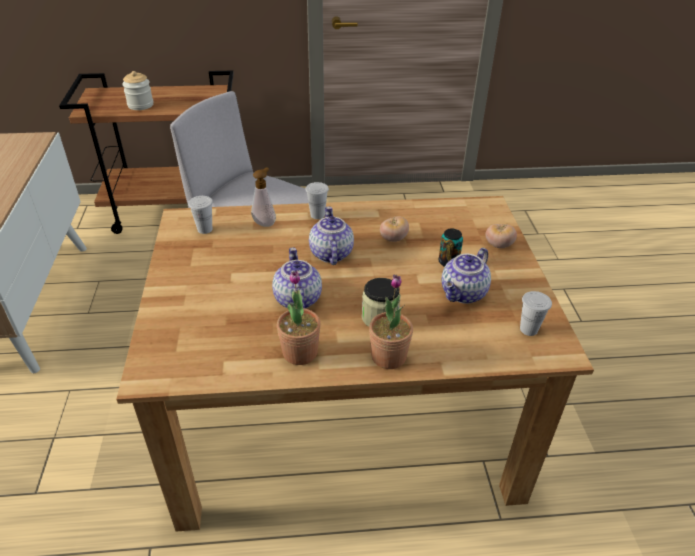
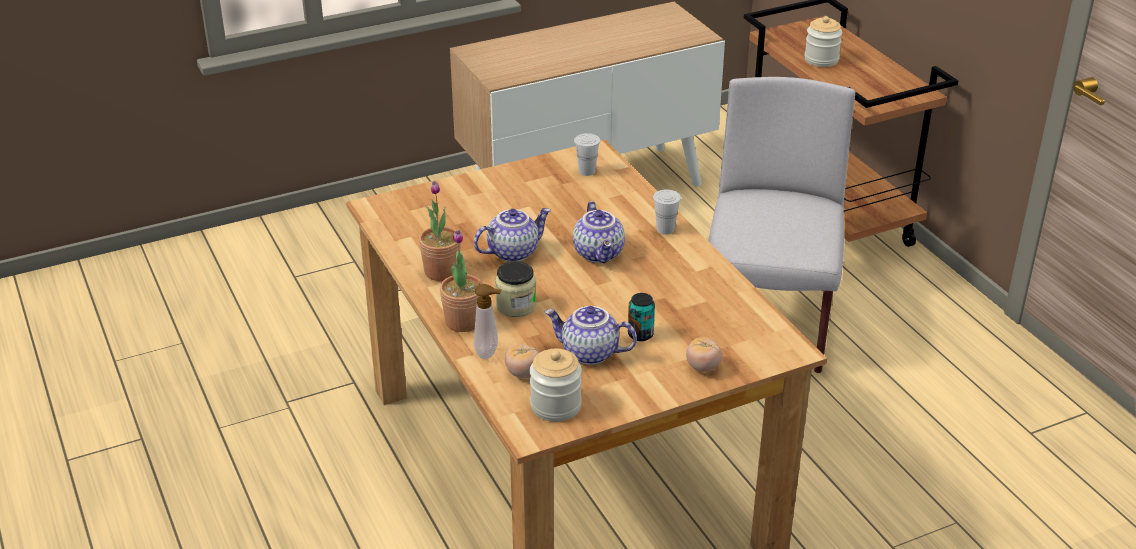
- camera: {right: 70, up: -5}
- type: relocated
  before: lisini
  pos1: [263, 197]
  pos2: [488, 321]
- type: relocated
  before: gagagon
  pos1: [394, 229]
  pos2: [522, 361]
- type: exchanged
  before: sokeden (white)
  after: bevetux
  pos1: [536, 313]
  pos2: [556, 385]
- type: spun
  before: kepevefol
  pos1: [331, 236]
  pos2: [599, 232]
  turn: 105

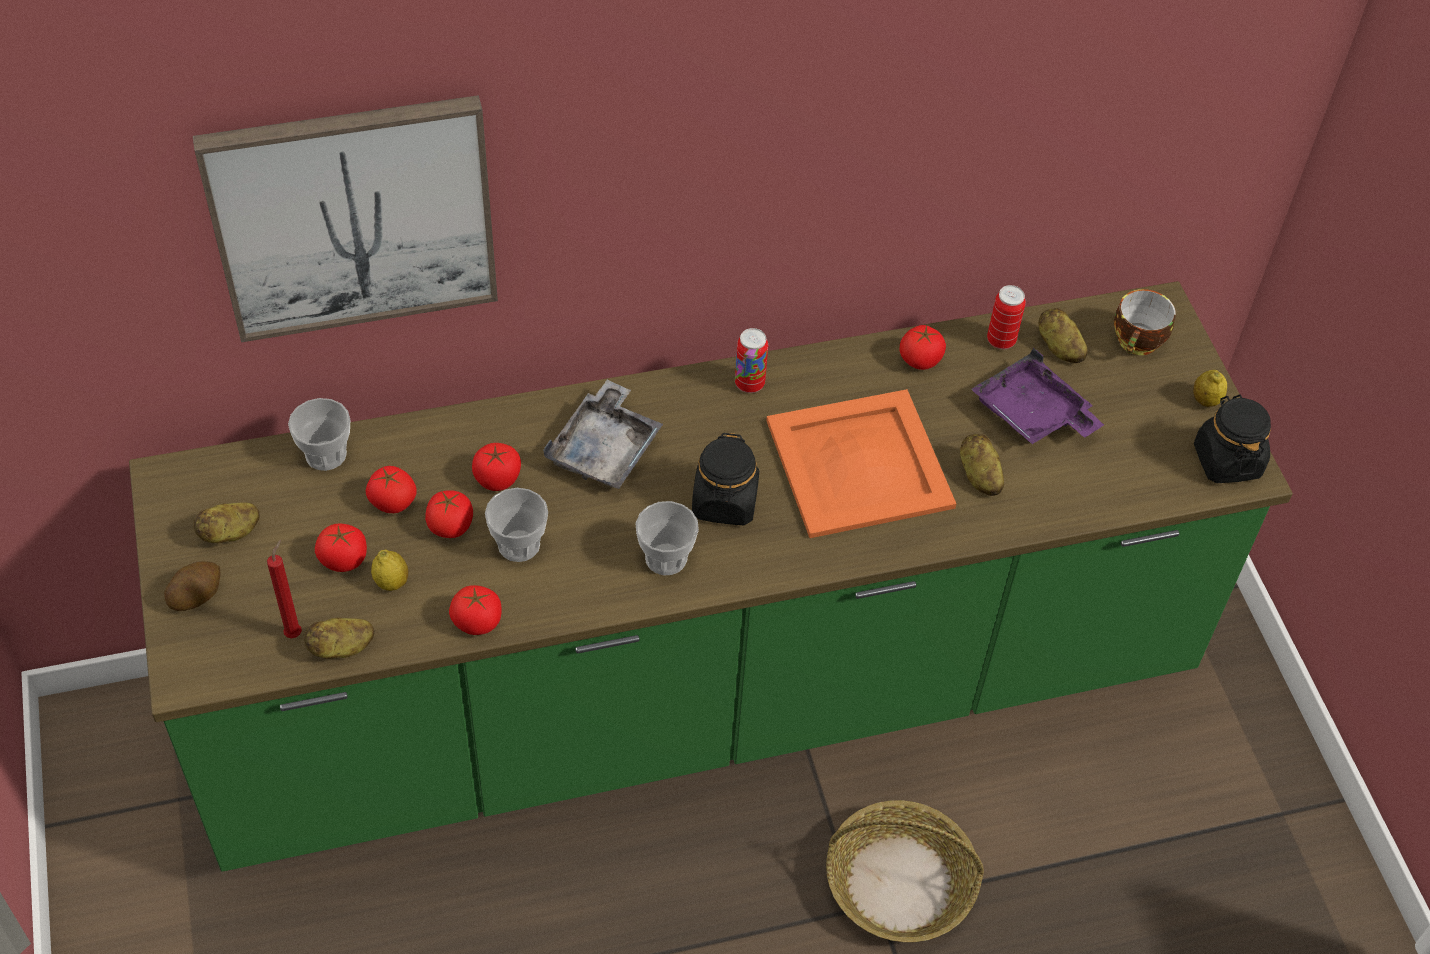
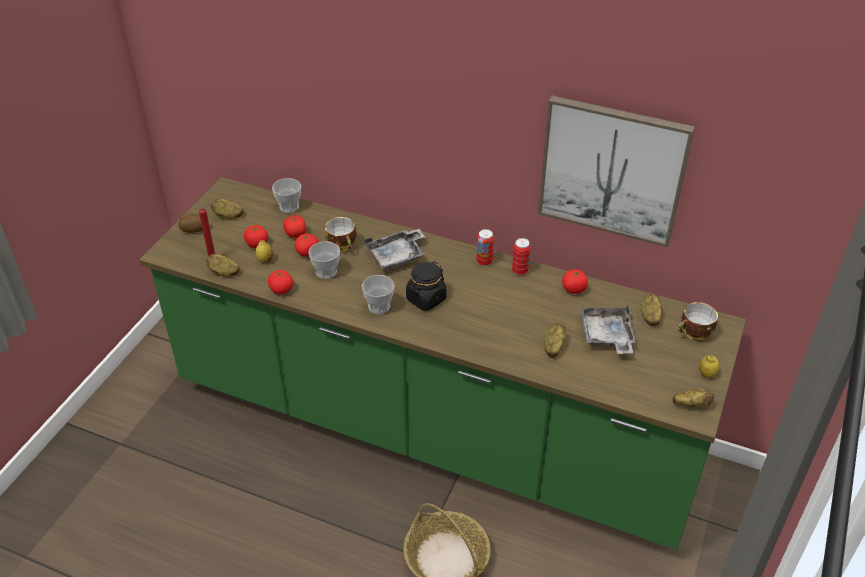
- camera: {right: 40, up: -10}
- type: exchanged
  before: gagagon
  after: sokeden
  pos1: [496, 467]
  pos2: [340, 234]
- type: relocated
  before: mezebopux
  pos1: [1006, 317]
  pos2: [521, 256]
- type: relocated
  before: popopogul
  pos1: [345, 218]
  pos2: [616, 171]
- type: colour
  before: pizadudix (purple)
  after: pizadudix (grey)
  pos1: [1037, 396]
  pos2: [608, 330]
- type: exchanged
  before: bevetux (black)
  after: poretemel
  pos1: [1232, 438]
  pos2: [693, 397]
- type: missing
  before: pizadudix (orange)
  pos1: [861, 463]

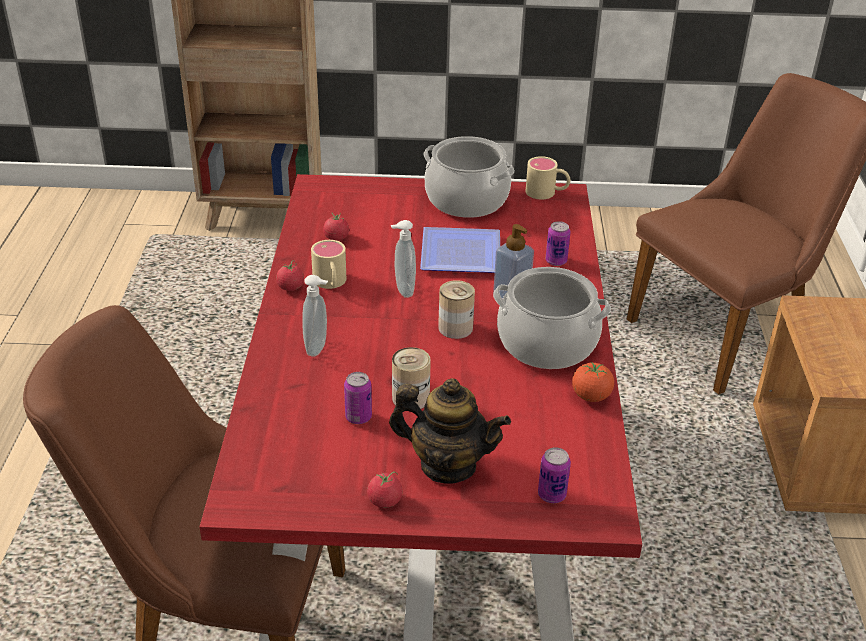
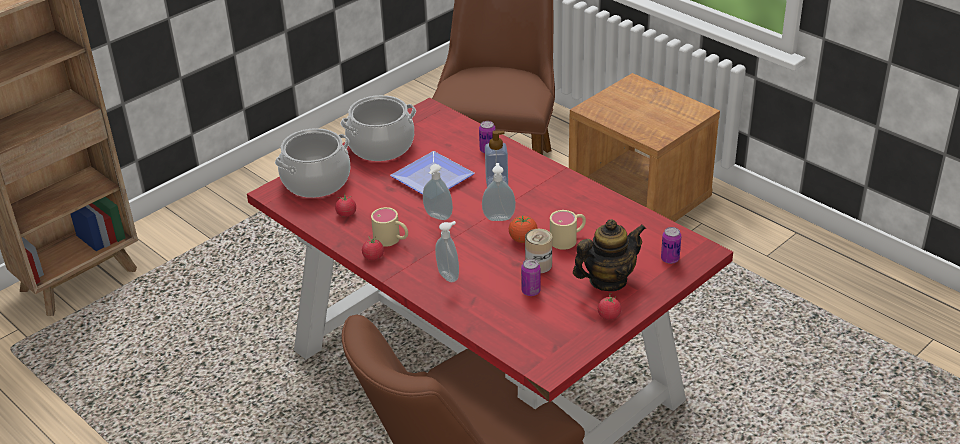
- camera: {right: -45, up: 0}
- type: relocated
  before: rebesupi
  pos1: [552, 318]
  pos2: [312, 163]
- type: exchanged
  before: mezebopux
  after: lisini
  pos1: [456, 309]
  pos2: [499, 192]
- type: relocated
  before: gagagon
  pos1: [593, 382]
  pos2: [523, 229]
- type: relocated
  before: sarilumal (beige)
  pos1: [548, 178]
  pos2: [568, 230]

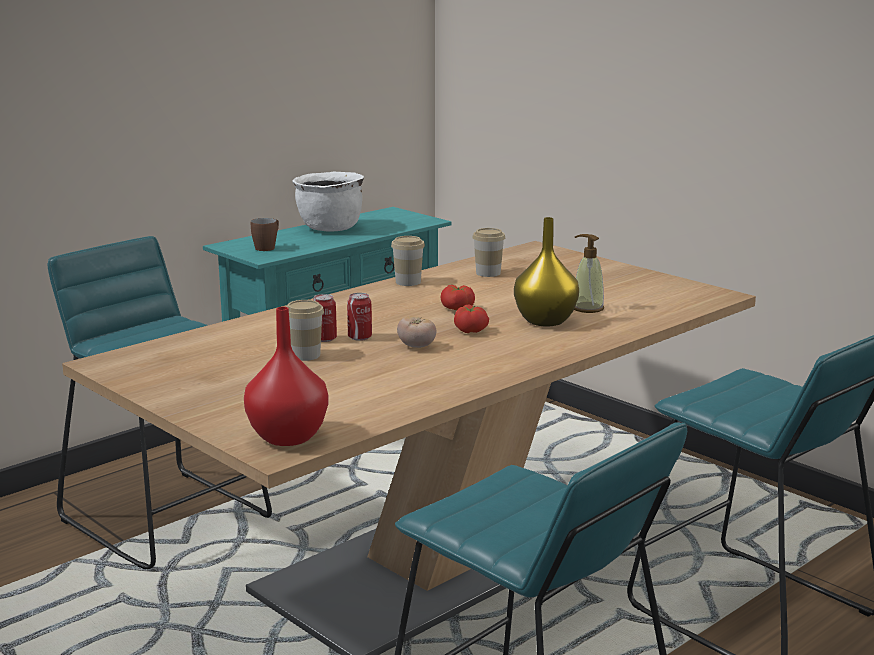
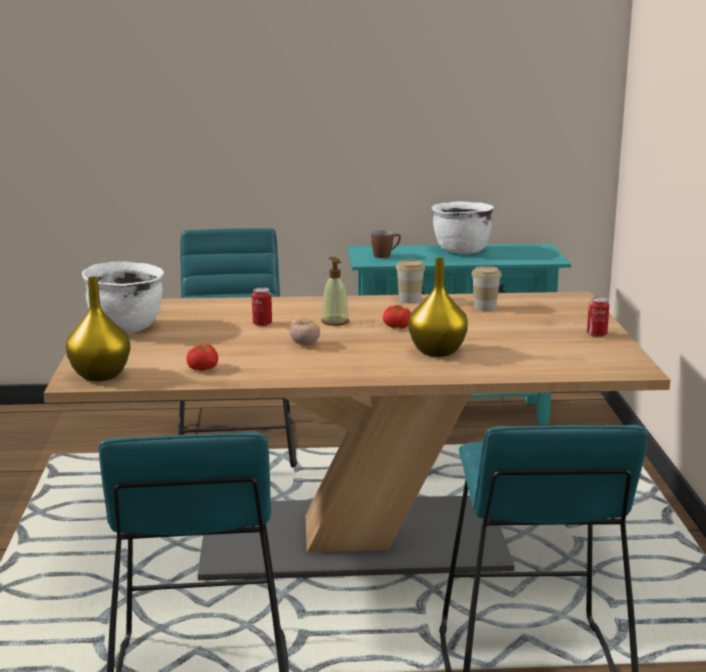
- camera: {right: 40, up: 0}
- type: colour
  before: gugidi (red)
  after: gugidi (yellow)
  pos1: [286, 376]
  pos2: [98, 328]
- type: appeared
  after: rebesupi (white)
  pos2: [123, 297]
- type: relocated
  before: gagagon
  pos1: [471, 319]
  pos2: [202, 357]
- type: relocated
  before: lisini
  pos1: [589, 273]
  pos2: [335, 291]
- type: relocated
  before: mezebopux
  pos1: [359, 317]
  pos2: [598, 317]
- type: missing
  before: sokeden
  pos1: [304, 330]

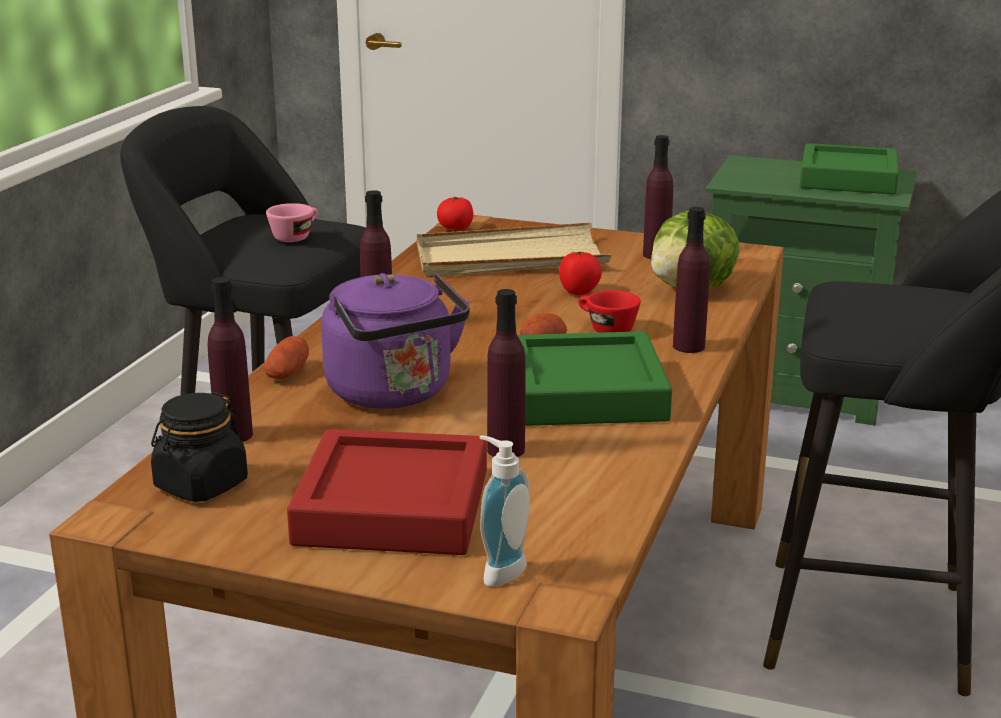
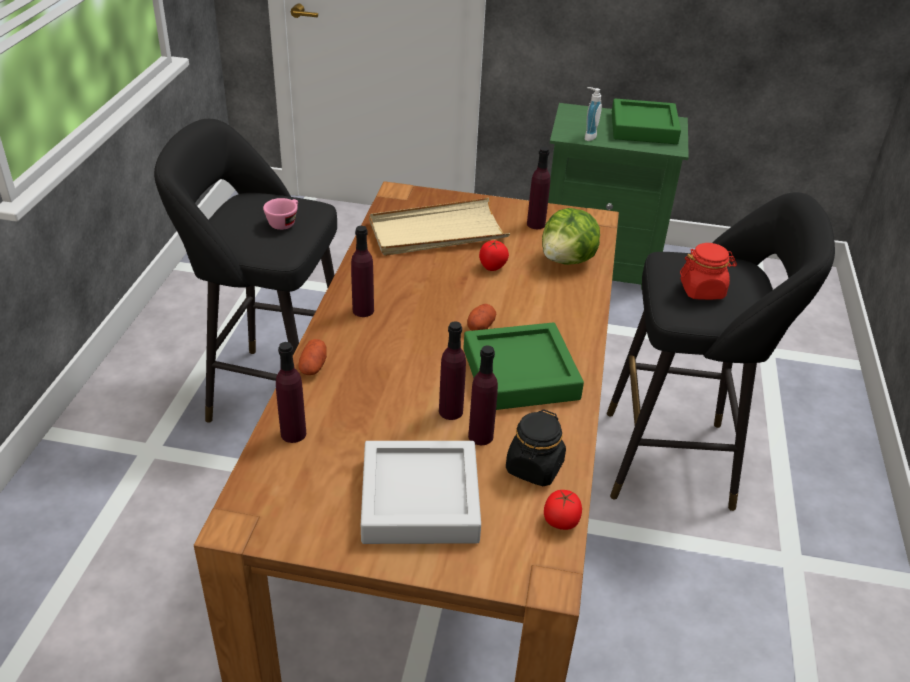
- camera: {right: -10, up: 15}
- type: colour
  before: pizadudix (red)
  after: pizadudix (grey)
  pos1: [387, 492]
  pos2: [421, 492]
- type: relocated
  before: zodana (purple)
  pos1: [691, 280]
  pos2: [452, 370]
- type: relocated
  before: bevetux (black)
  pos1: [199, 447]
  pos2: [536, 447]
- type: relocated
  before: gagagon
  pos1: [455, 213]
  pos2: [563, 510]
- type: relocated
  before: lisini
  pos1: [504, 511]
  pos2: [593, 114]
- type: appeared
  after: bevetux (red)
  pos2: [708, 271]
- type: missing
  before: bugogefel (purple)
  pos1: [395, 341]
- type: missing
  before: sokeden (red)
  pos1: [609, 311]

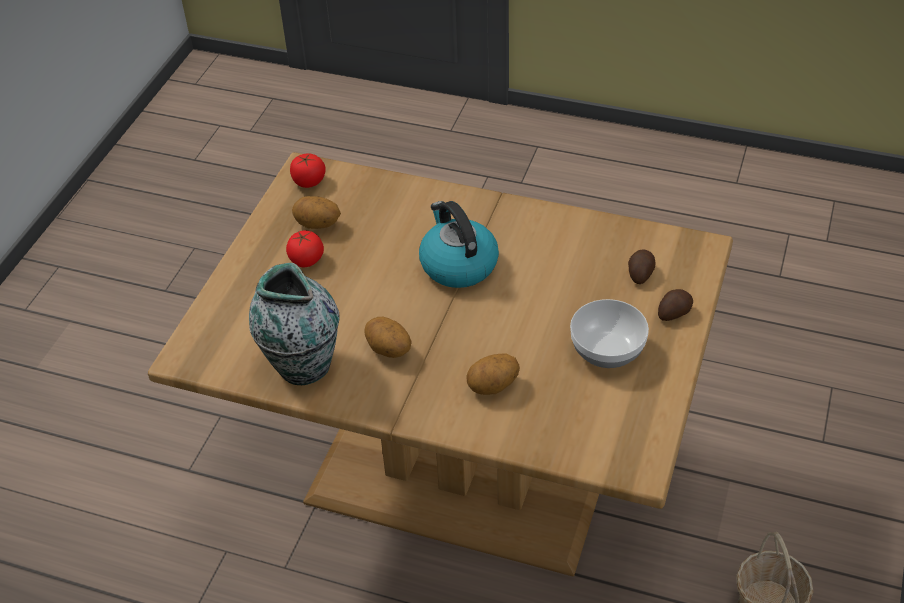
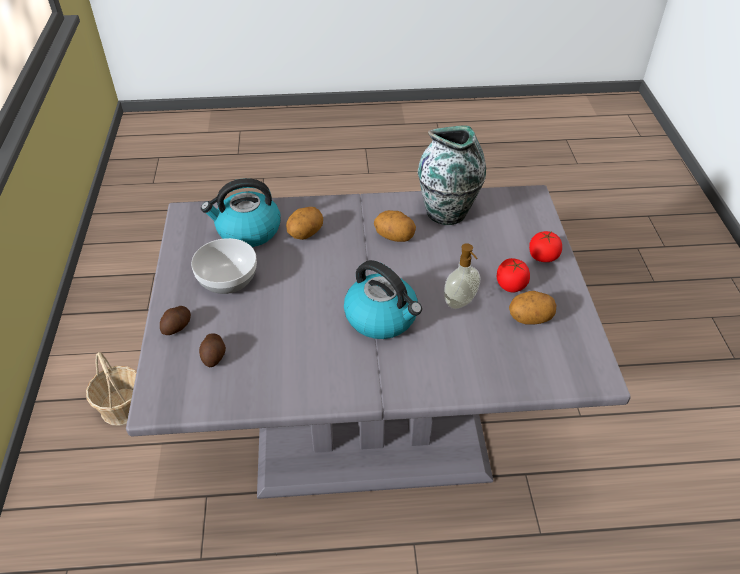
- camera: {right: 155, up: 0}
- type: colour
  before: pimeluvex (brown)
  after: pimeluvex (grey)
  pos1: [440, 364]
  pos2: [378, 342]
- type: appeared
  after: bugogefel
  pos2: [241, 212]
- type: appeared
  after: lisini
  pos2: [462, 276]
- type: relocated
  before: gagagon
  pos1: [308, 170]
  pos2: [545, 246]

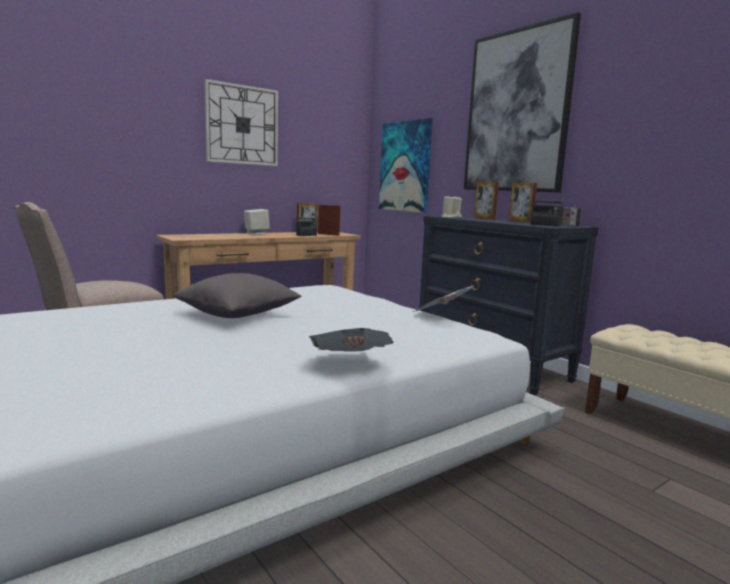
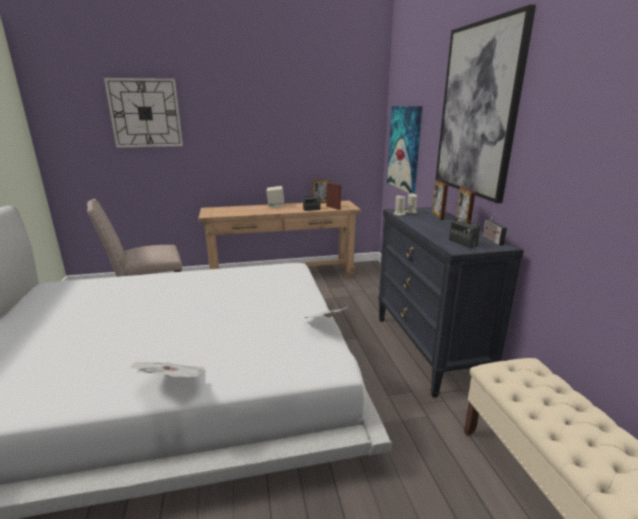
- camera: {right: 25, up: 10}
- type: relocated
  before: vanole
  pos1: [241, 122]
  pos2: [143, 113]
- type: missing
  before: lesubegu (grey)
  pos1: [237, 295]

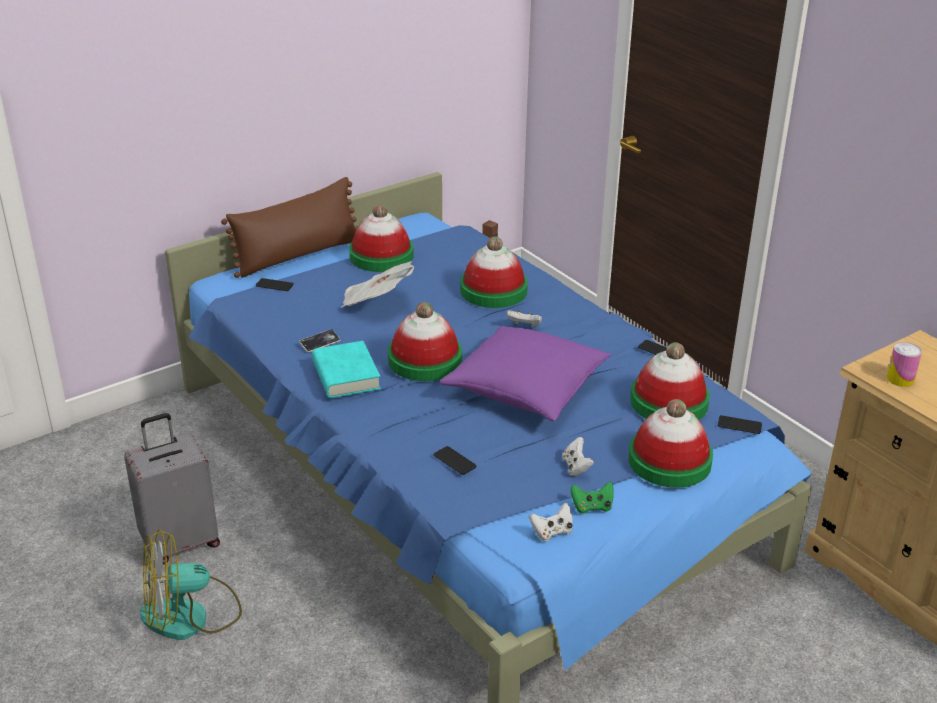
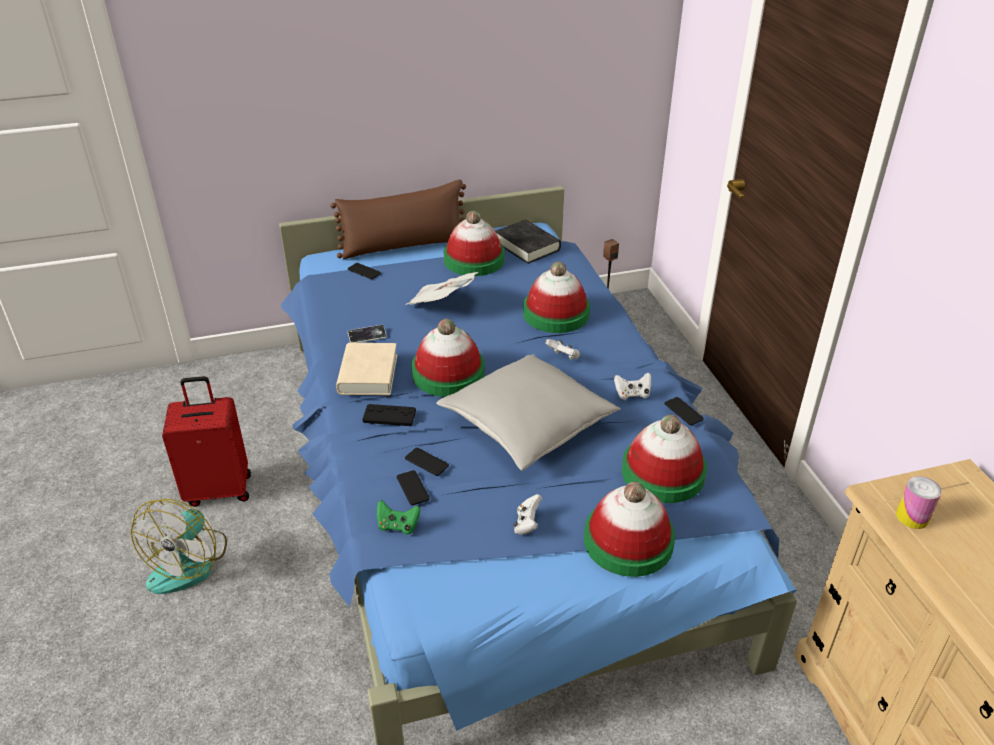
- camera: {right: 20, up: 5}
- type: spun
  before: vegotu
  pos1: [191, 584]
  pos2: [179, 546]
  turn: -75
- type: colour
  before: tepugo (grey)
  after: tepugo (red)
  pos1: [172, 488]
  pos2: [206, 441]
- type: colour
  before: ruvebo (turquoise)
  after: ruvebo (beige)
  pos1: [346, 369]
  pos2: [366, 369]
- type: appeared
  after: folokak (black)
  pos2: [389, 415]
- type: relocated
  before: folokak (green)
  pos1: [592, 498]
  pos2: [398, 517]
- type: relocated
  before: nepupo
  pos1: [740, 424]
  pos2: [427, 462]
- type: colour
  before: lesubegu (purple)
  after: lesubegu (grey)
  pos1: [525, 373]
  pos2: [528, 412]
- type: appeared
  after: ruvebo (black)
  pos2: [528, 242]
- type: relocated
  before: folokak (white)
  pos1: [551, 522]
  pos2: [632, 386]

